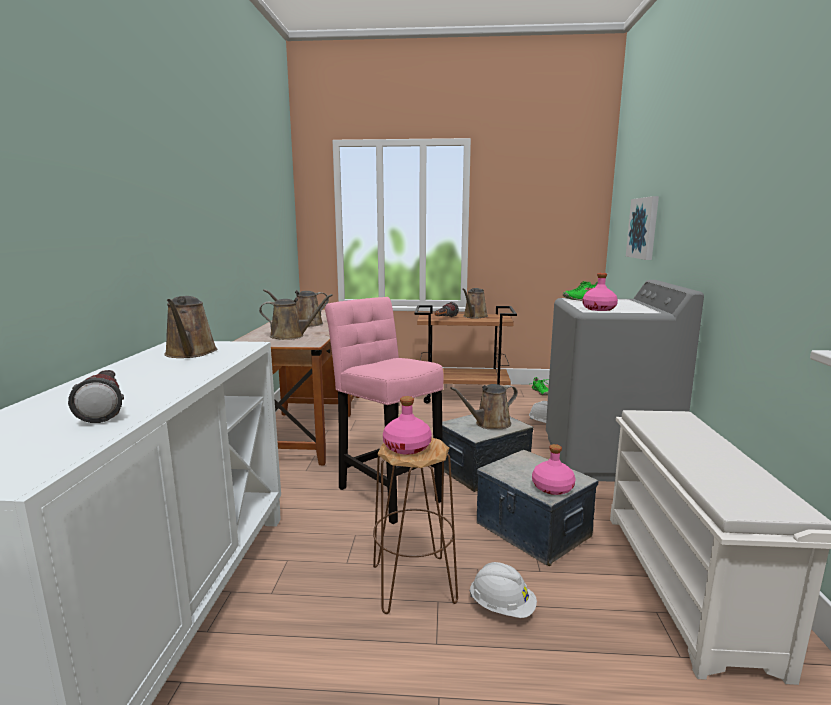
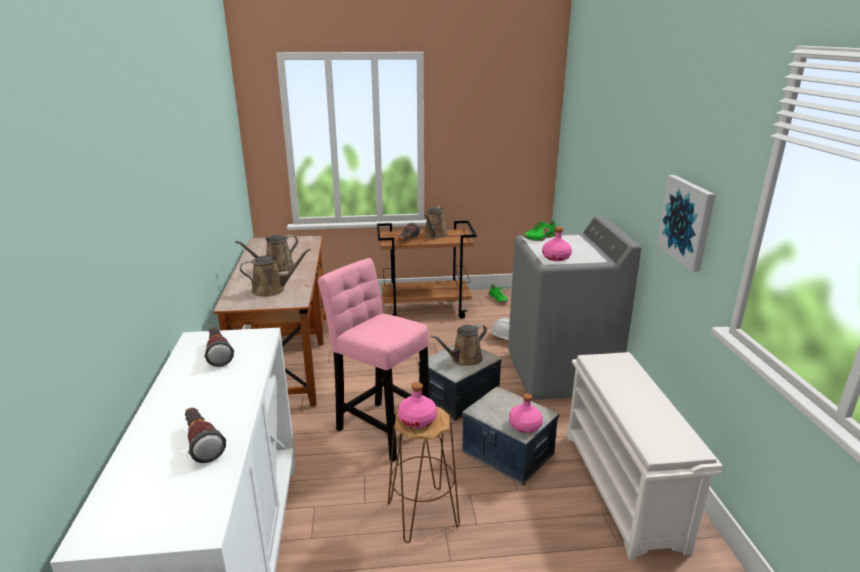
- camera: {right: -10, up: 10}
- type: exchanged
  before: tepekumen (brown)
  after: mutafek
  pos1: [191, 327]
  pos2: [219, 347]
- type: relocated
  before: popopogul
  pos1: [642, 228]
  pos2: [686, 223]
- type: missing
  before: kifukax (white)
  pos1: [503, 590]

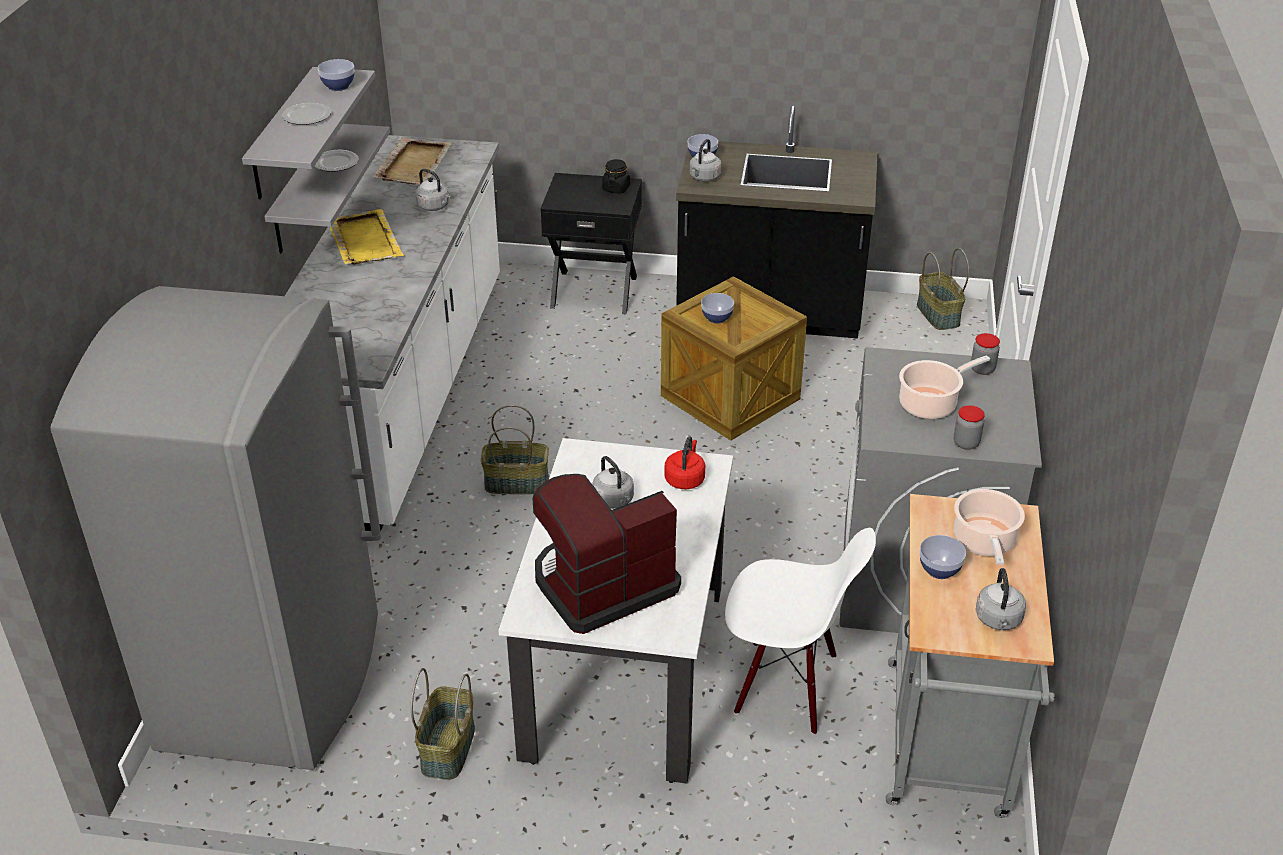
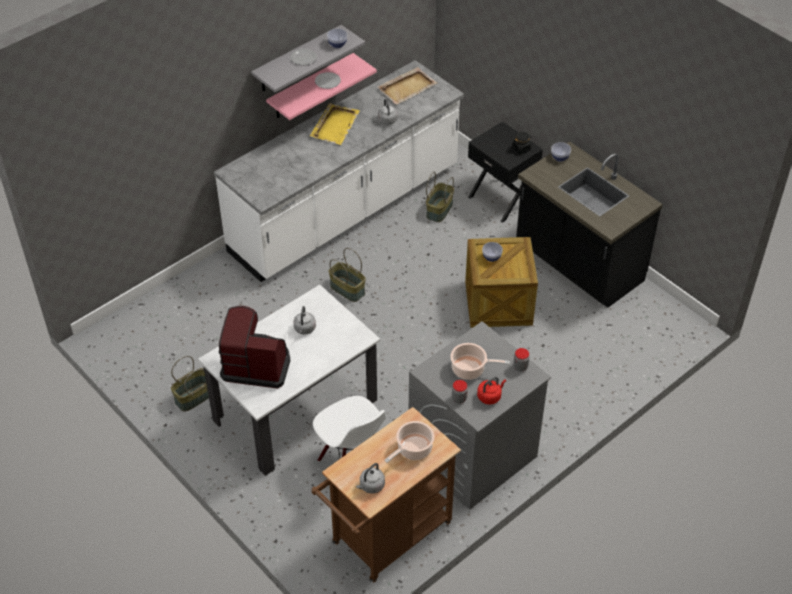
- camera: {right: 40, up: 10}
- type: colour
  before: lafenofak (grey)
  after: lafenofak (pink)
  pos1: [327, 188]
  pos2: [321, 86]
- type: colour
  before: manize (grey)
  after: manize (brown)
  pos1: [970, 656]
  pos2: [386, 494]
- type: relocated
  before: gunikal
  pos1: [943, 289]
  pos2: [440, 197]
- type: relocated
  before: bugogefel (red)
  pos1: [684, 462]
  pos2: [491, 391]
- type: missing
  before: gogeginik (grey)
  pos1: [215, 528]
- type: missing
  before: bugogefel (grey)
  pos1: [705, 160]
- type: missing
  before: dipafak
  pos1: [943, 557]

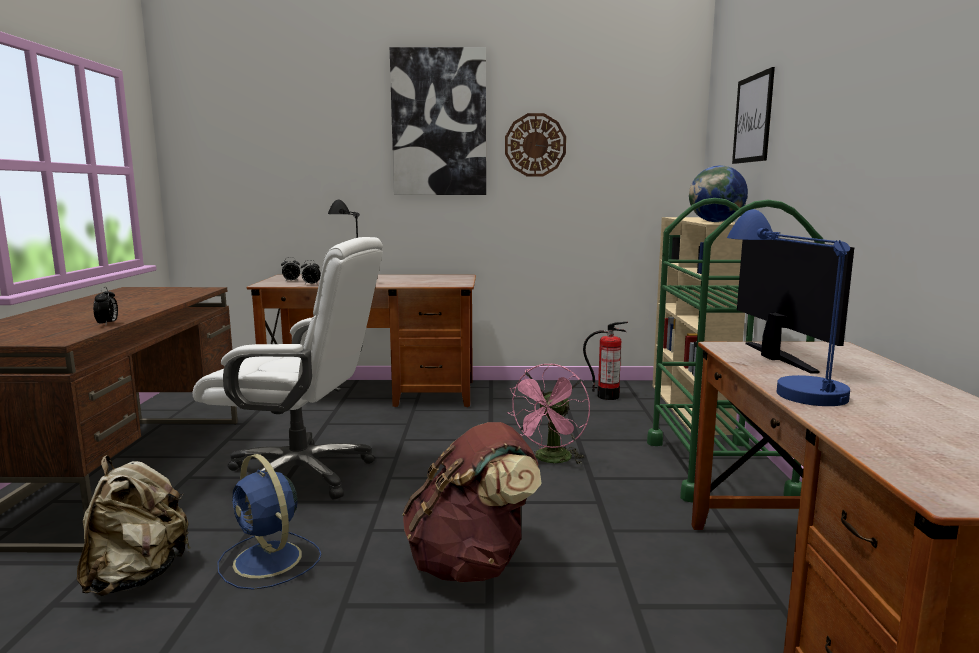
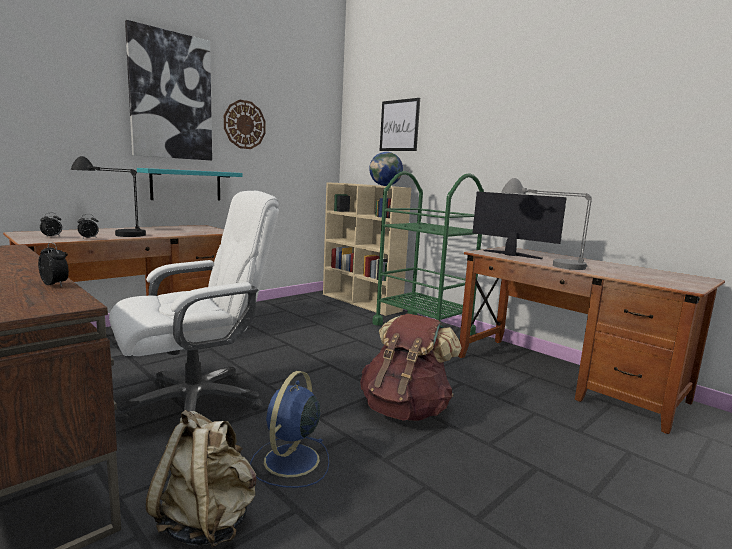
- camera: {right: -45, up: 0}
- type: appeared
  after: lafenofak (turquoise)
  pos2: [190, 184]
- type: spun
  before: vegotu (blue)
  pos1: [269, 522]
  pos2: [289, 429]
  turn: 105
- type: colour
  before: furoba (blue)
  after: furoba (grey)
  pos1: [788, 307]
  pos2: [546, 224]
- type: missing
  before: vegotu (pink)
  pos1: [548, 414]
- type: missing
  before: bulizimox
  pos1: [605, 361]

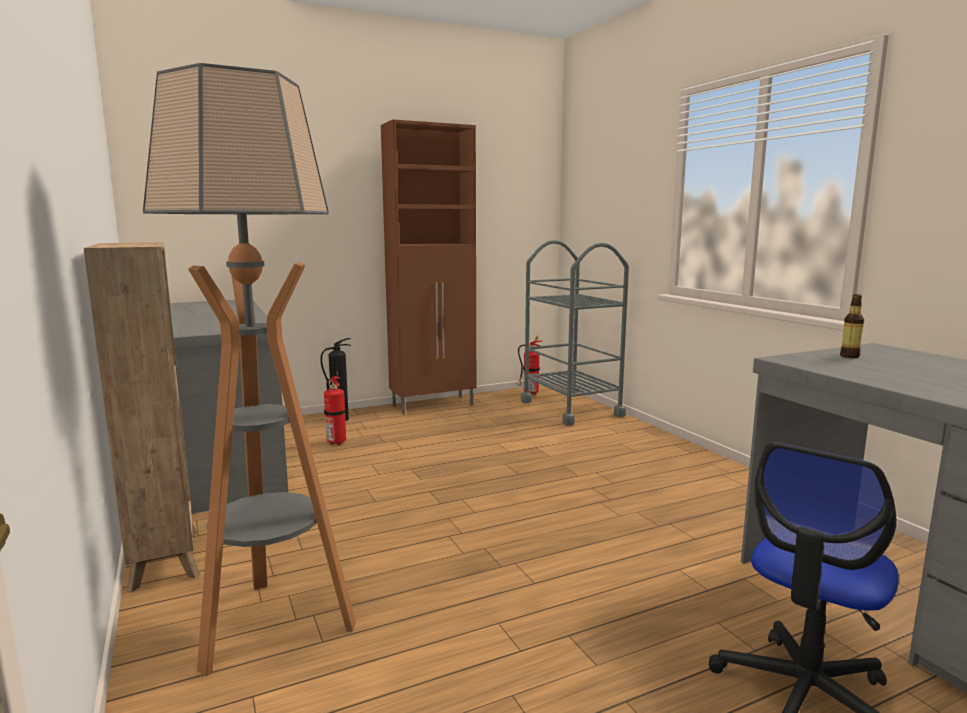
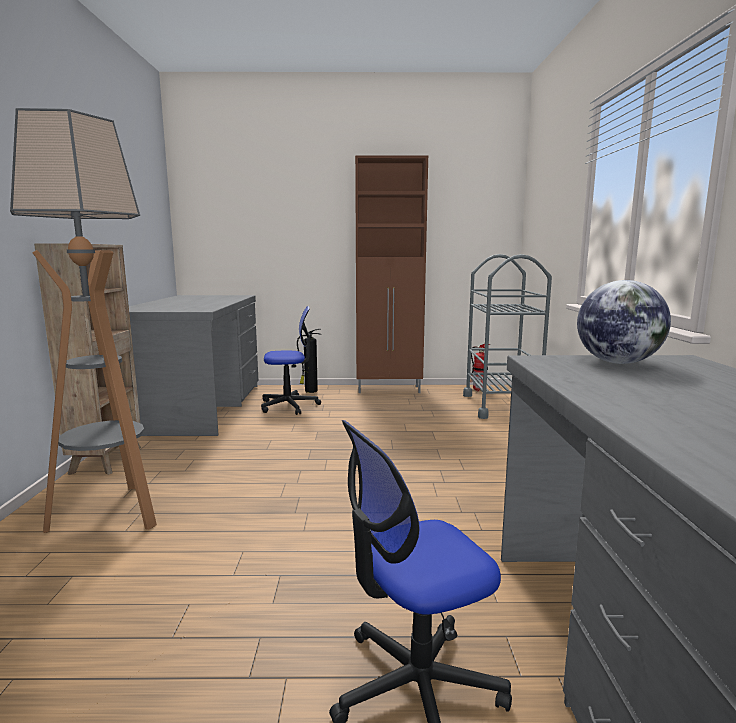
- camera: {right: 25, up: 0}
- type: exchanged
  before: bulizimox
  after: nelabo
  pos1: [335, 407]
  pos2: [291, 360]
- type: exchanged
  before: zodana
  after: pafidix
  pos1: [852, 326]
  pos2: [624, 322]

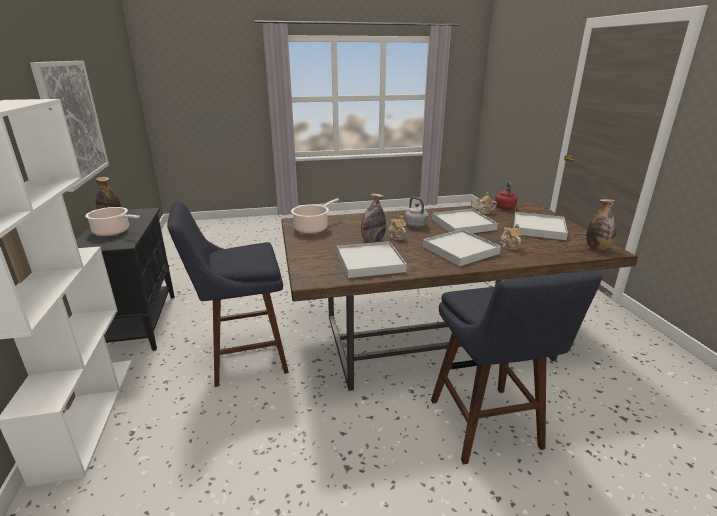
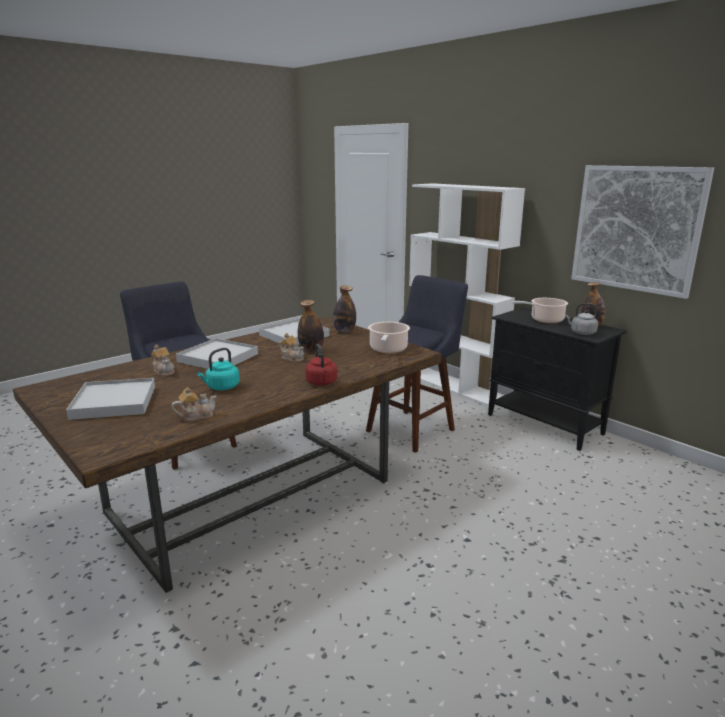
- camera: {right: 150, up: -5}
- type: exchanged
  before: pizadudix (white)
  after: bugogefel (turquoise)
  pos1: [465, 221]
  pos2: [218, 369]
- type: relocated
  before: bugogefel (red)
  pos1: [505, 195]
  pos2: [321, 364]
- type: relocated
  before: zodana
  pos1: [601, 224]
  pos2: [344, 309]
- type: relocated
  before: bugogefel (grey)
  pos1: [417, 212]
  pos2: [581, 319]

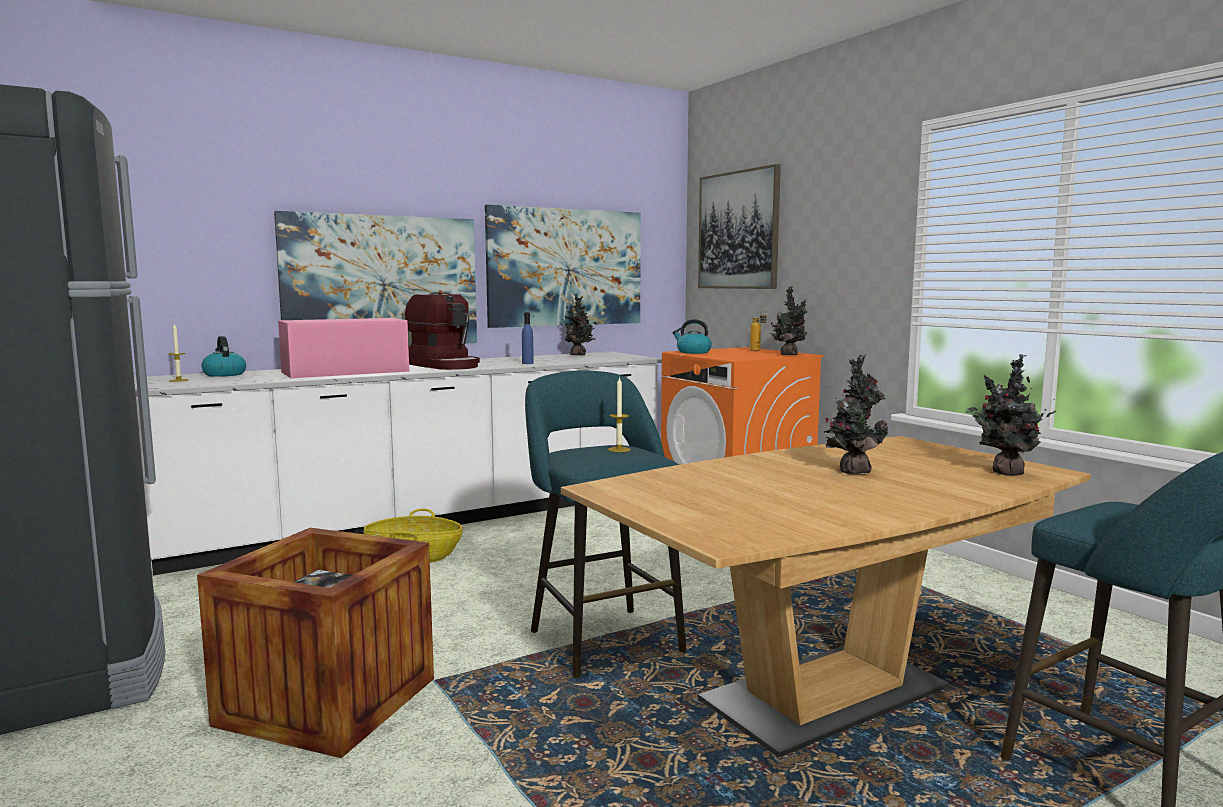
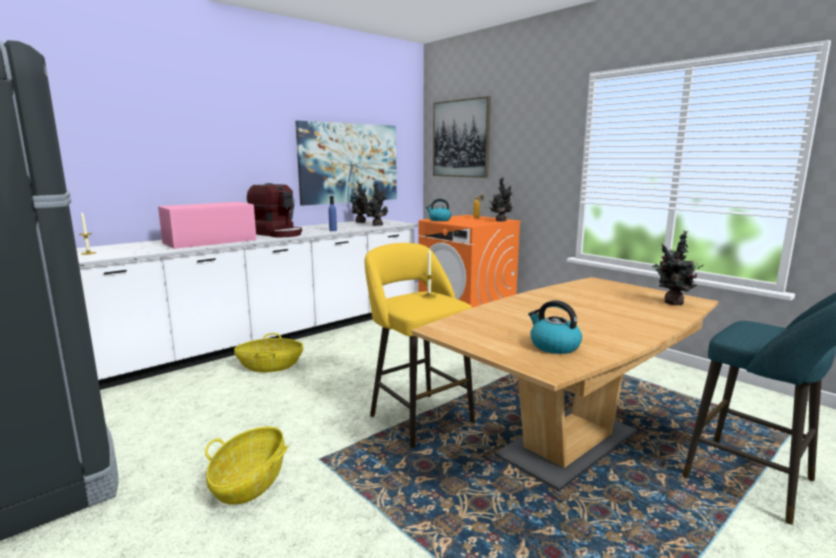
- camera: {right: -10, up: 5}
- type: exchanged
  before: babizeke
  after: gunikal
  pos1: [315, 643]
  pos2: [246, 465]
- type: relocated
  before: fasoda
  pos1: [856, 414]
  pos2: [376, 204]
- type: colour
  before: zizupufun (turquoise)
  after: zizupufun (yellow)
  pos1: [605, 524]
  pos2: [420, 345]
- type: relocated
  before: bugogefel
  pos1: [224, 356]
  pos2: [555, 327]
- type: missing
  before: popopogul
  pos1: [375, 278]

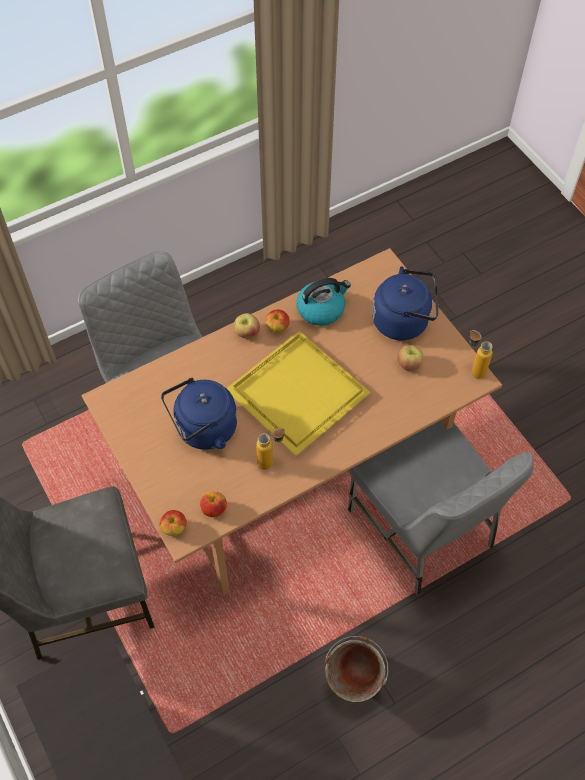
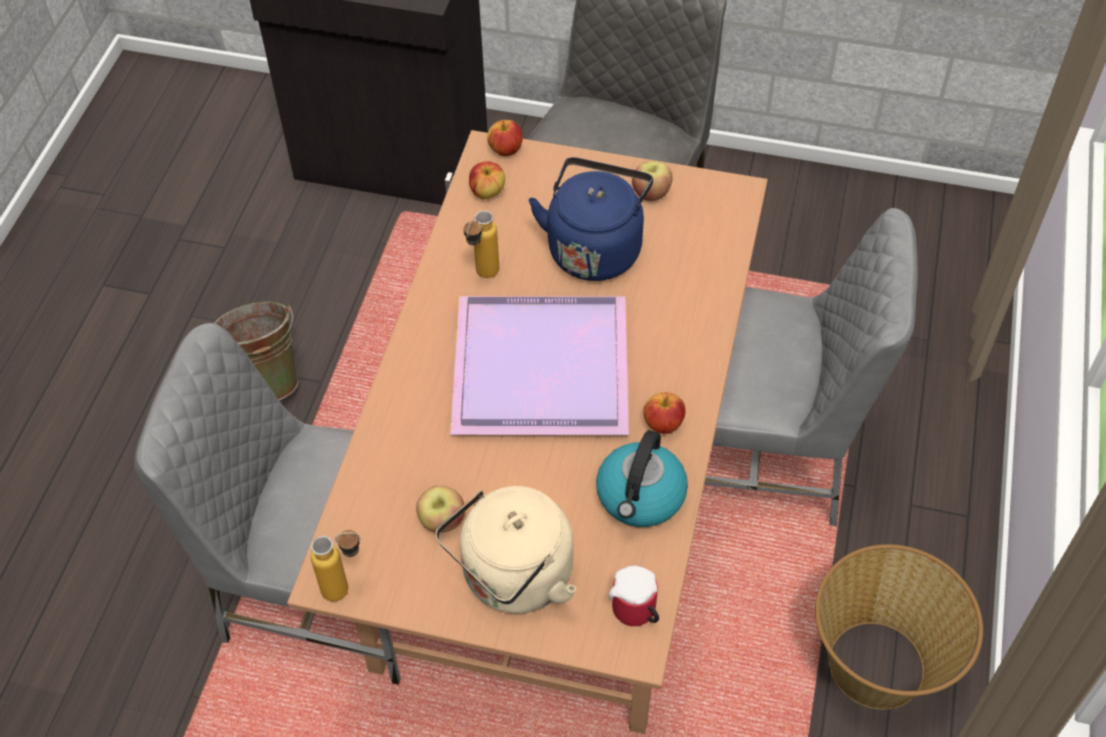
- camera: {right: 135, up: -5}
- type: colour
  before: bugogefel (blue)
  after: bugogefel (beige)
  pos1: [405, 303]
  pos2: [505, 550]
- type: colour
  before: pizadudix (yellow)
  after: pizadudix (purple)
  pos1: [298, 393]
  pos2: [539, 365]
- type: appeared
  after: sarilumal
  pos2: [633, 595]
- type: relocated
  before: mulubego
  pos1: [247, 326]
  pos2: [652, 181]
- type: appeared
  after: gunikal
  pos2: [899, 627]

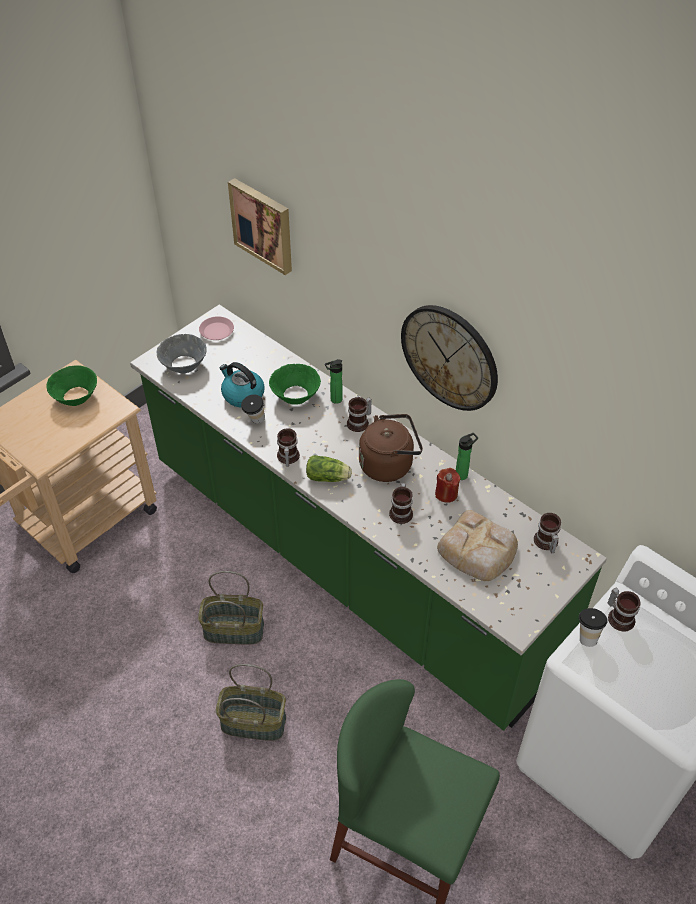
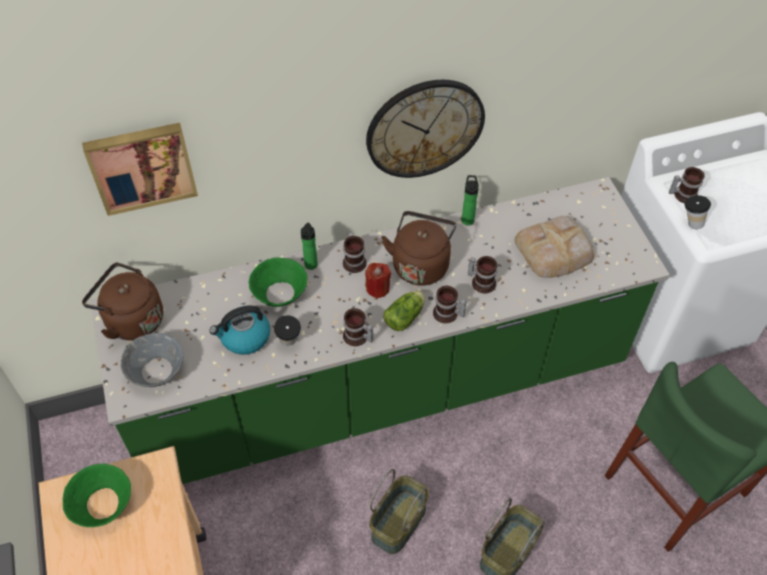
- camera: {right: -60, up: 5}
- type: exchanged
  before: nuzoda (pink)
  after: bugogefel (brown)
  pos1: [216, 328]
  pos2: [122, 301]
- type: relocated
  before: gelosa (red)
  pos1: [447, 485]
  pos2: [378, 280]
- type: relocated
  before: sarilumal
  pos1: [547, 533]
  pos2: [449, 304]

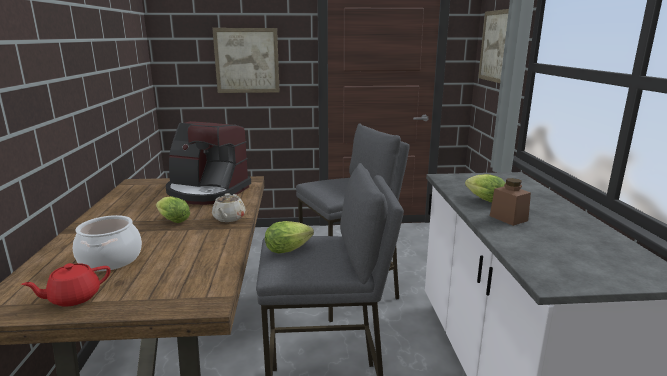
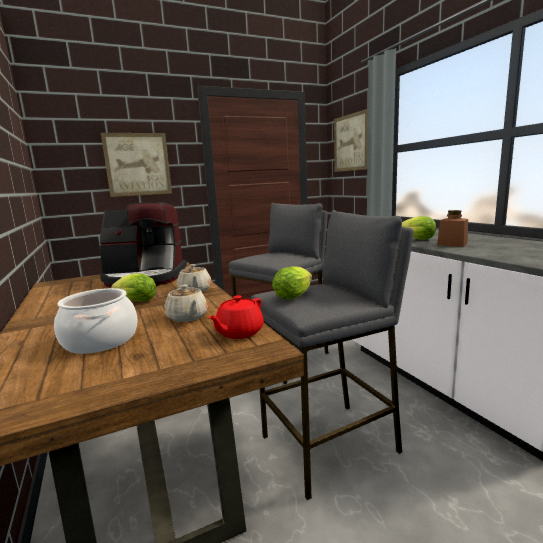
- camera: {right: -20, up: -5}
- type: appeared
  after: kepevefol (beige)
  pos2: [186, 303]
- type: relocated
  before: kepevefol (red)
  pos1: [66, 285]
  pos2: [236, 317]

